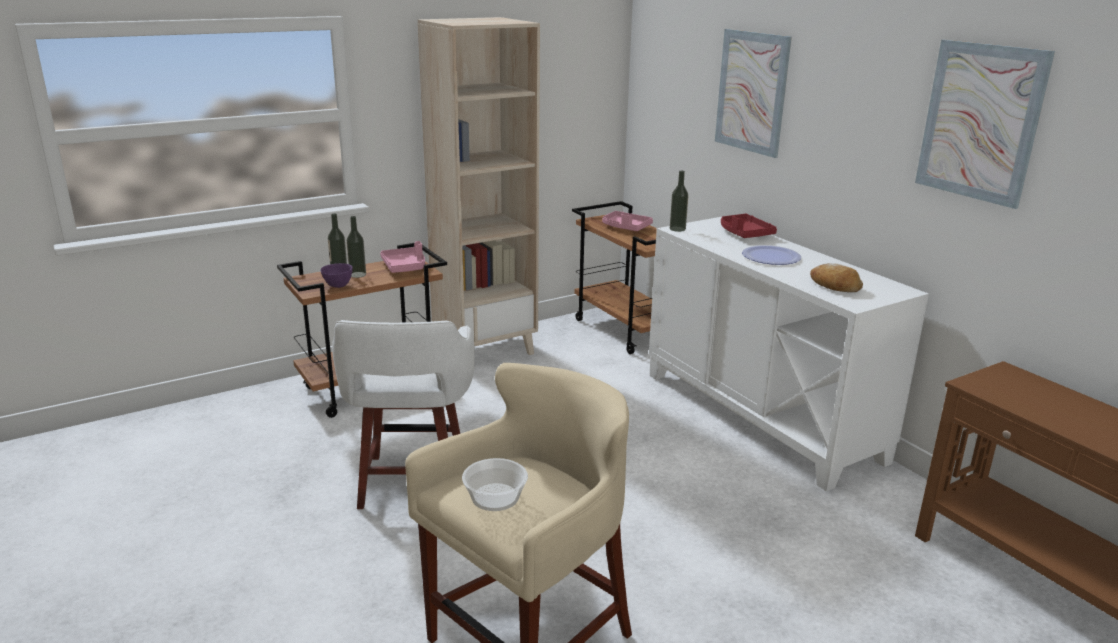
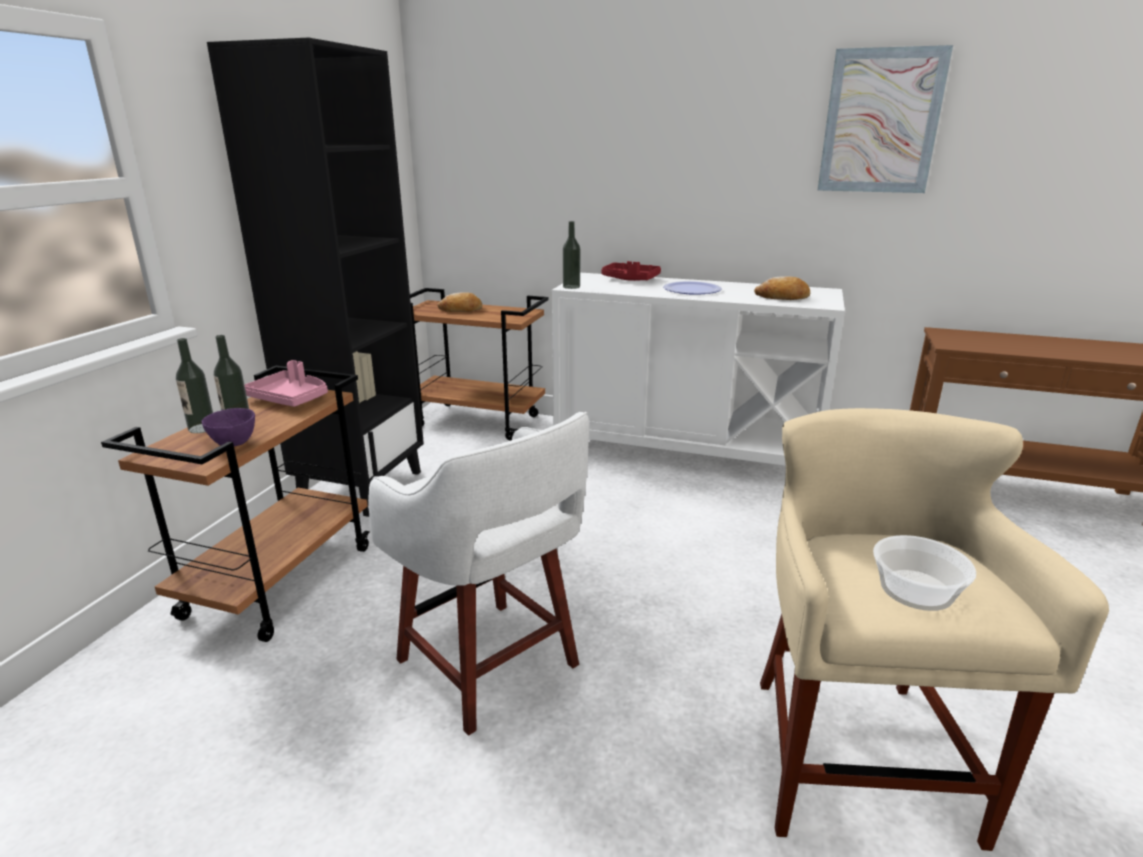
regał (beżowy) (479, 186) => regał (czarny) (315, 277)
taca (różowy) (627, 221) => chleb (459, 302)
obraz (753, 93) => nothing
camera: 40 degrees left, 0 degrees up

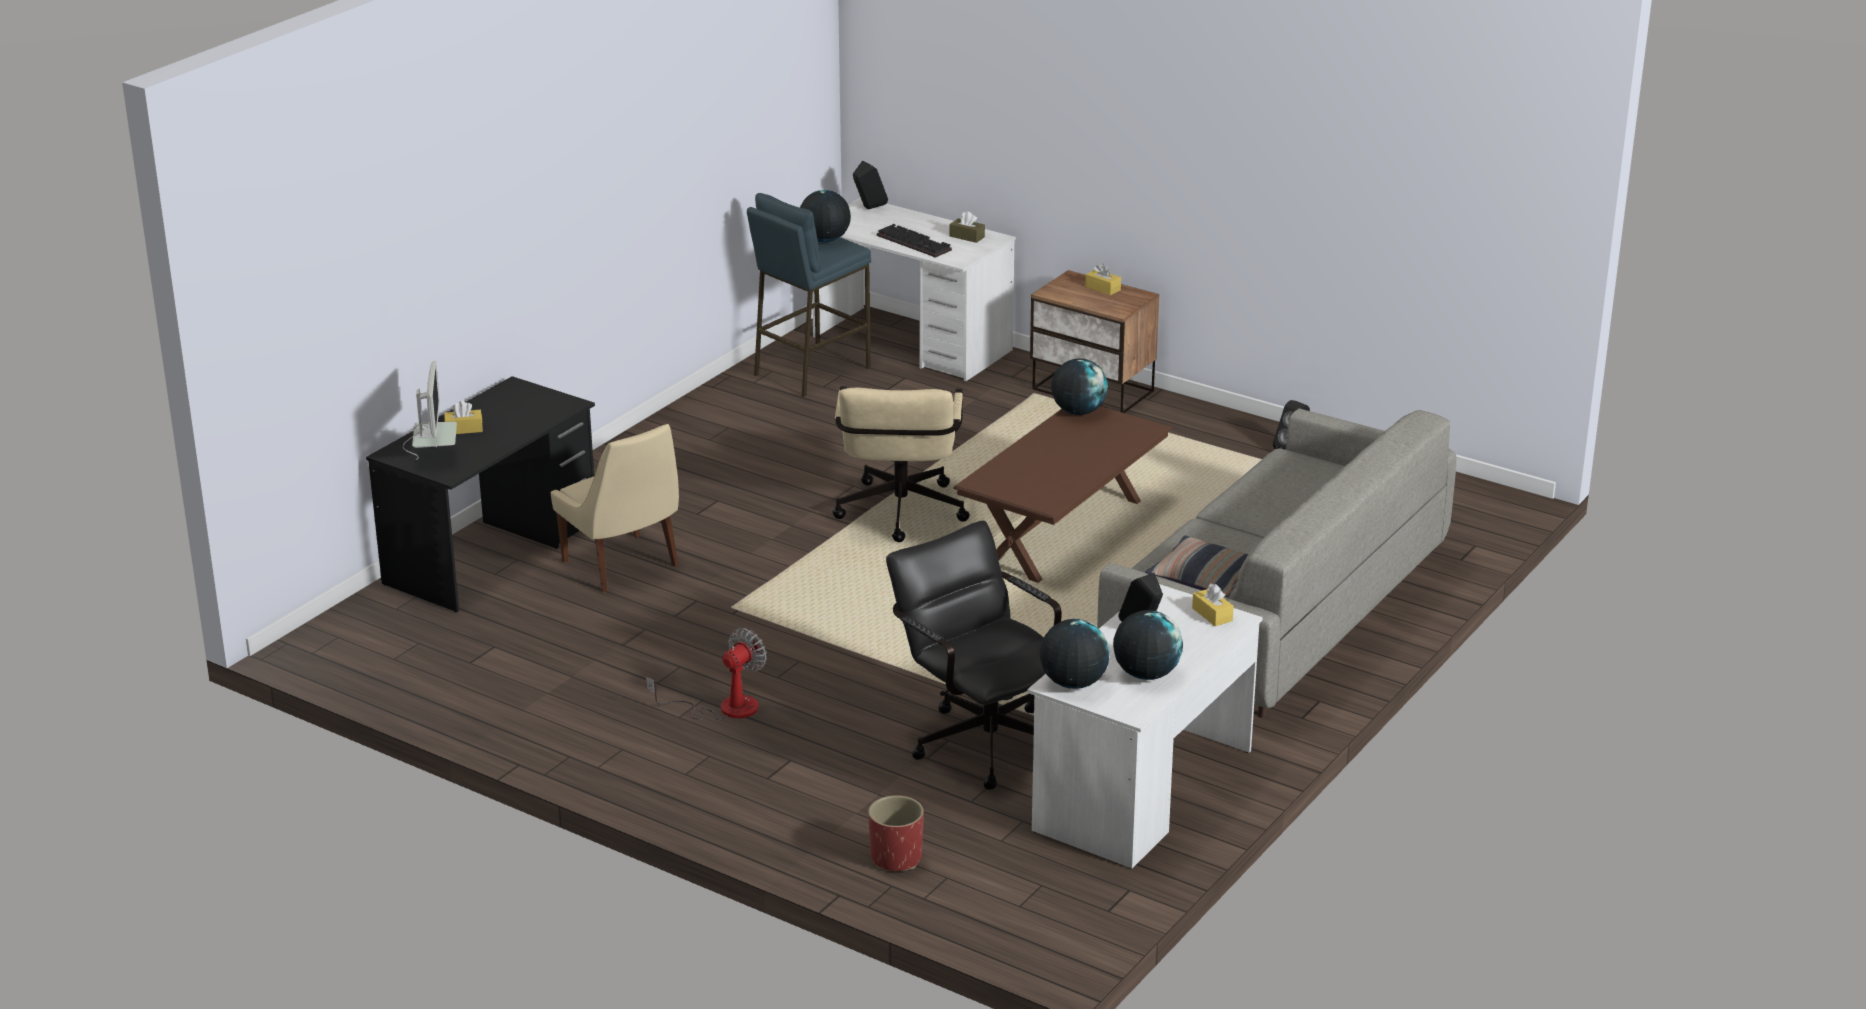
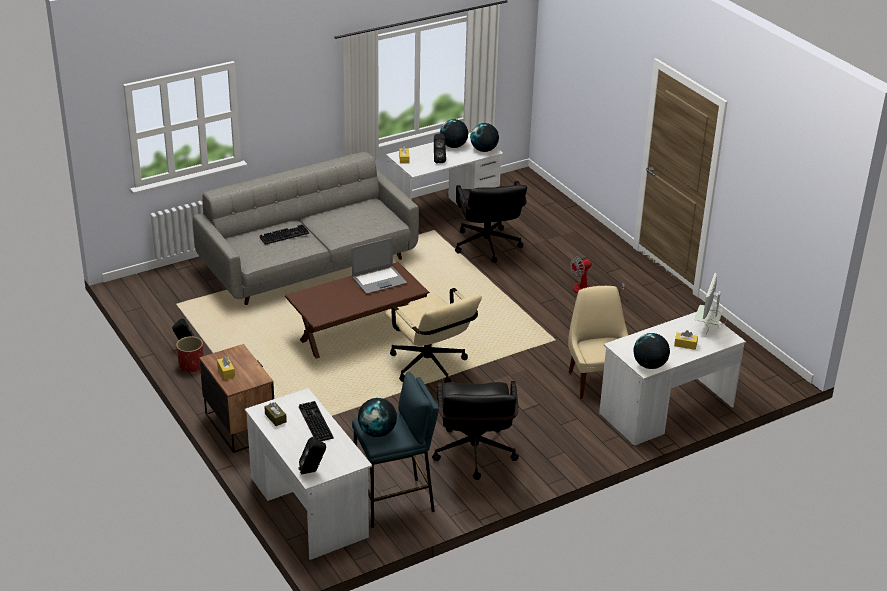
donica (czerwony) (896, 833) => donica (czerwony) (190, 354), move
nothing => klawiatura (284, 234)
nothing => laptop (379, 266)
krzesło biurowe (beżowy) (901, 464) => krzesło biurowe (beżowy) (434, 335), 120 degrees clockwise
nothing => krzesło biurowe (czarny) (475, 430)
biurko (czarny) (480, 494) => biurko (biały) (672, 379)
globus (1079, 386) => globus (651, 351), move
poduszka (1196, 566) => nothing
camera: 155 degrees left, 5 degrees up

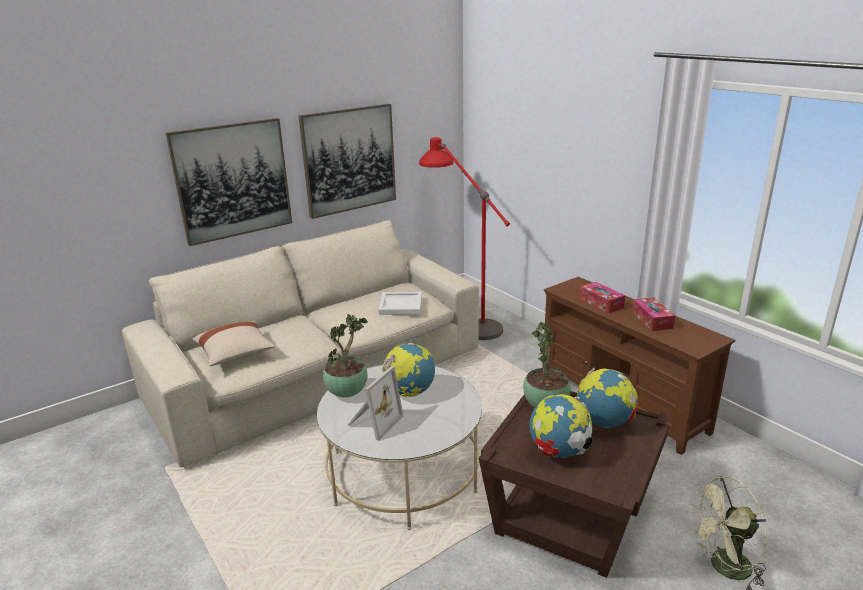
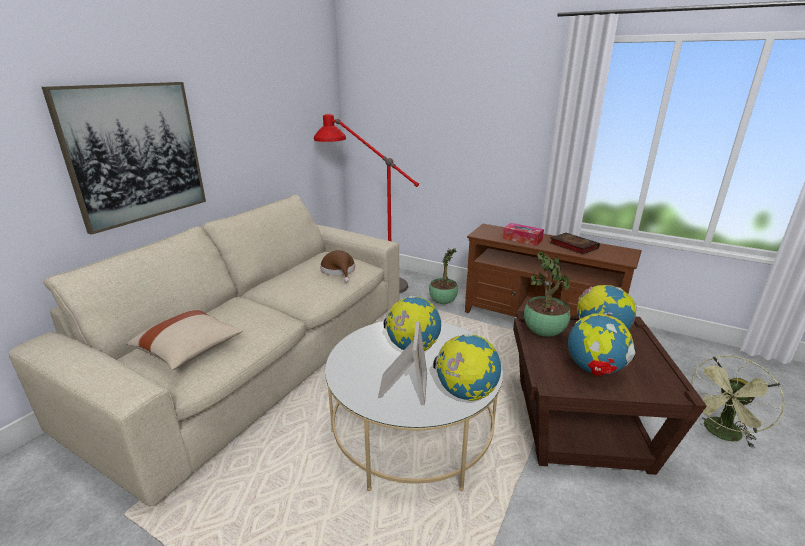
taca (biały) (400, 303) => kapelusz (brązowy) (337, 266)
roślina doniczkowa (345, 356) => roślina doniczkowa (443, 276), move
nothing => globus (467, 367)
pudełko chusteczek (653, 314) => książka (575, 244)
obraz (347, 161) => nothing
camera: 25 degrees left, 0 degrees up

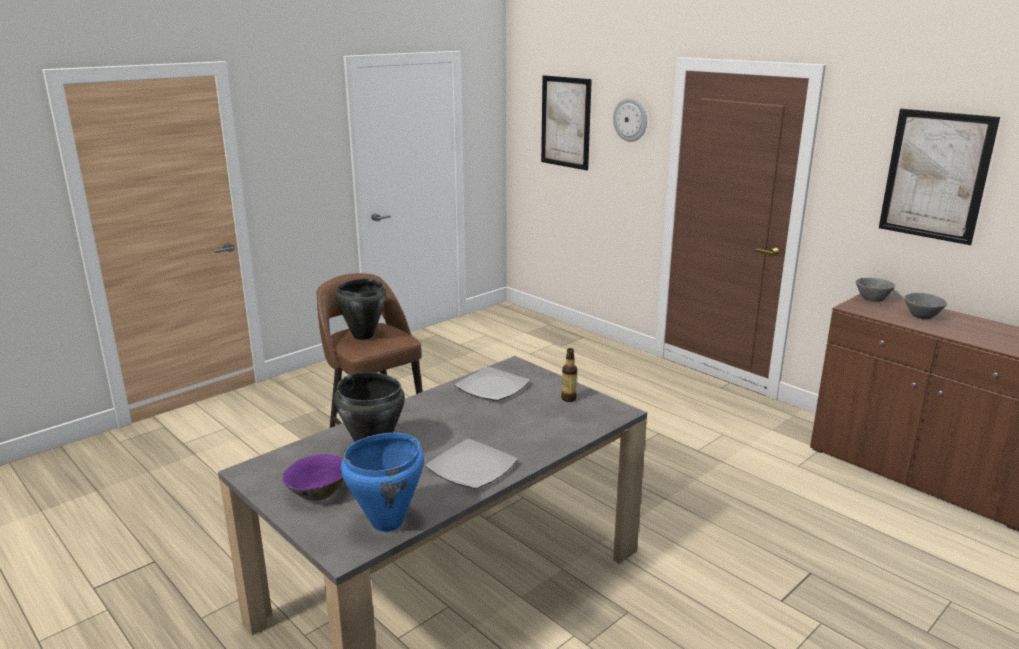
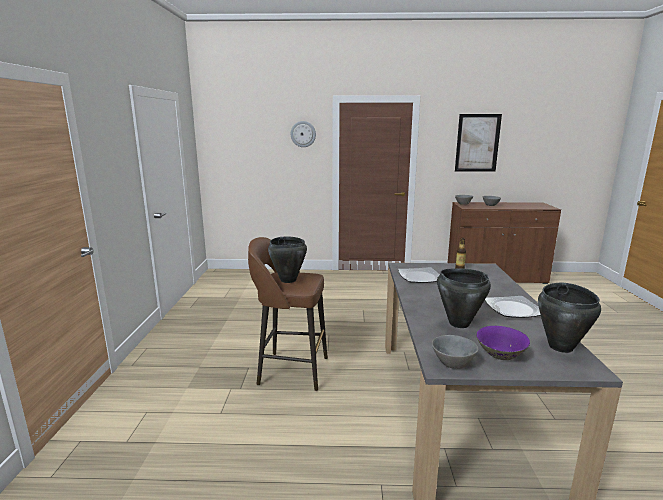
nothing => miska (szary) (455, 352)
garnek (niebieski) (382, 482) => garnek (czarny) (569, 318)
obraz (566, 122) => nothing
camera: 45 degrees left, 5 degrees down

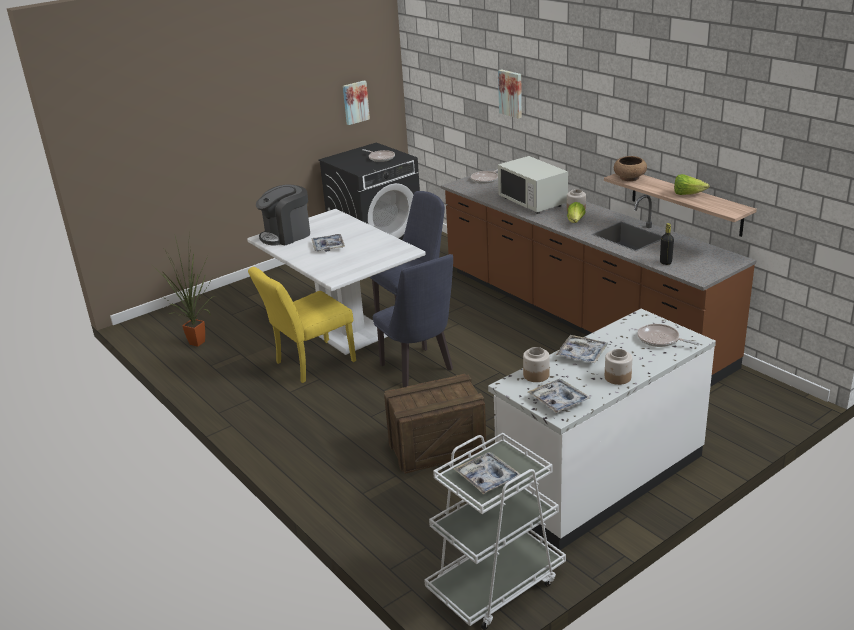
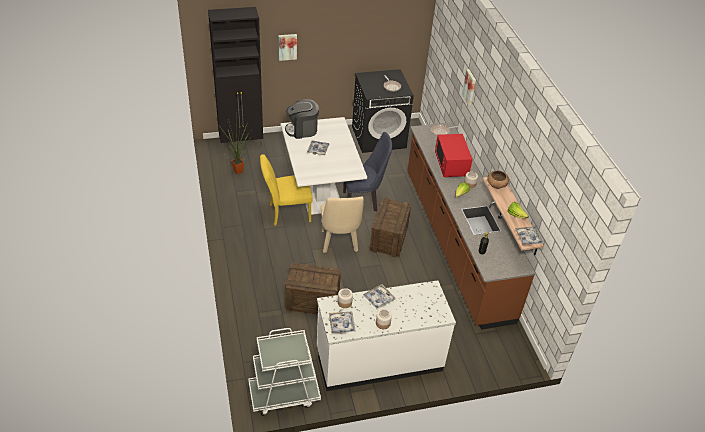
nothing => szafka (czarny) (235, 78)
obraz (356, 102) => obraz (287, 47), move
krzesło (niebieski) (413, 320) => krzesło (beżowy) (342, 224)
nothing => skrzynka (390, 228)
mikrofalówka (biały) (533, 185) => mikrofalówka (czerwony) (454, 156)
taca (487, 473) => taca (529, 236), move
patelnia (668, 335) => nothing
camera: 20 degrees right, 15 degrees up

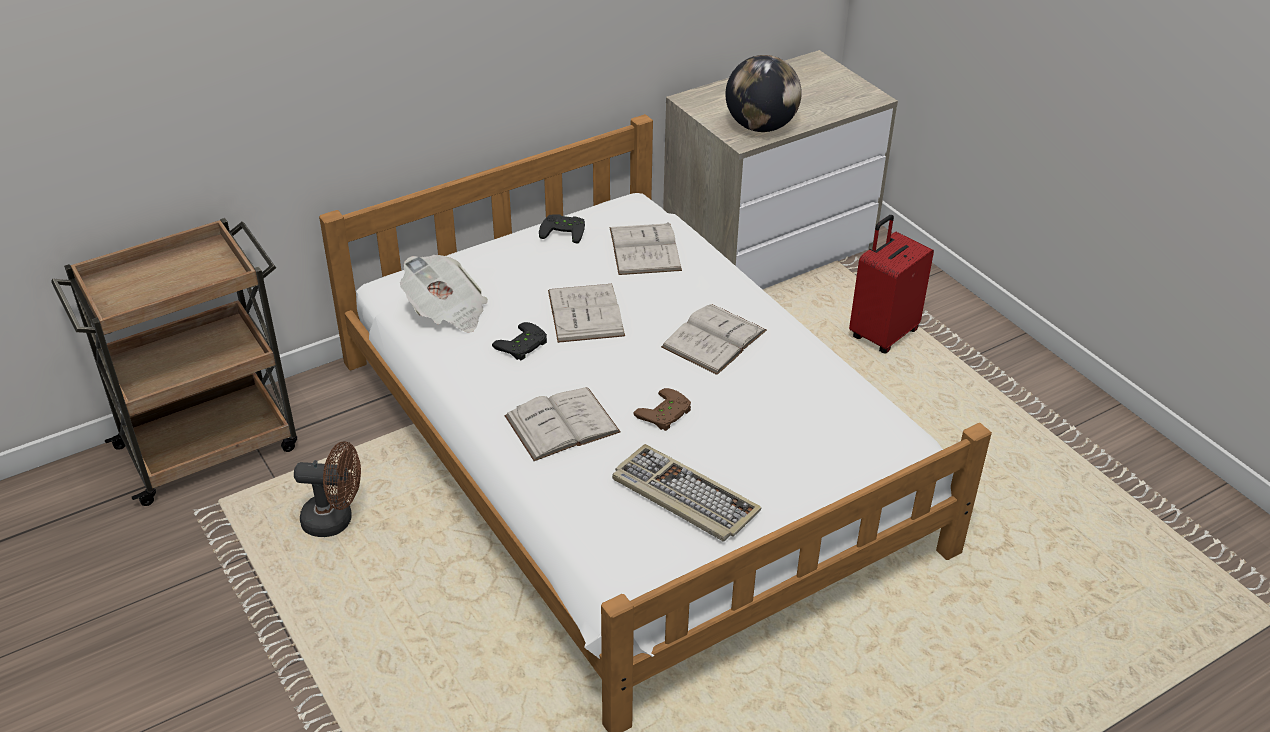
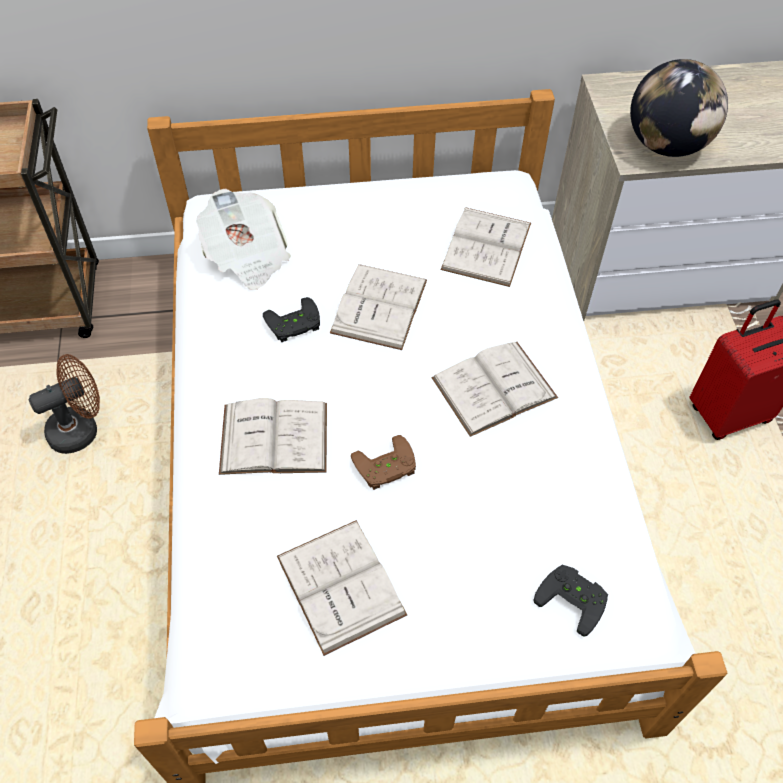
wentylator (brązowy) (327, 489) => wentylator (brązowy) (64, 404), 60 degrees counterclockwise
klawiatura (686, 493) => książka (biały) (342, 588)
pad do gier (czarny) (562, 229) => pad do gier (czarny) (571, 601), move
camera: 25 degrees right, 15 degrees up

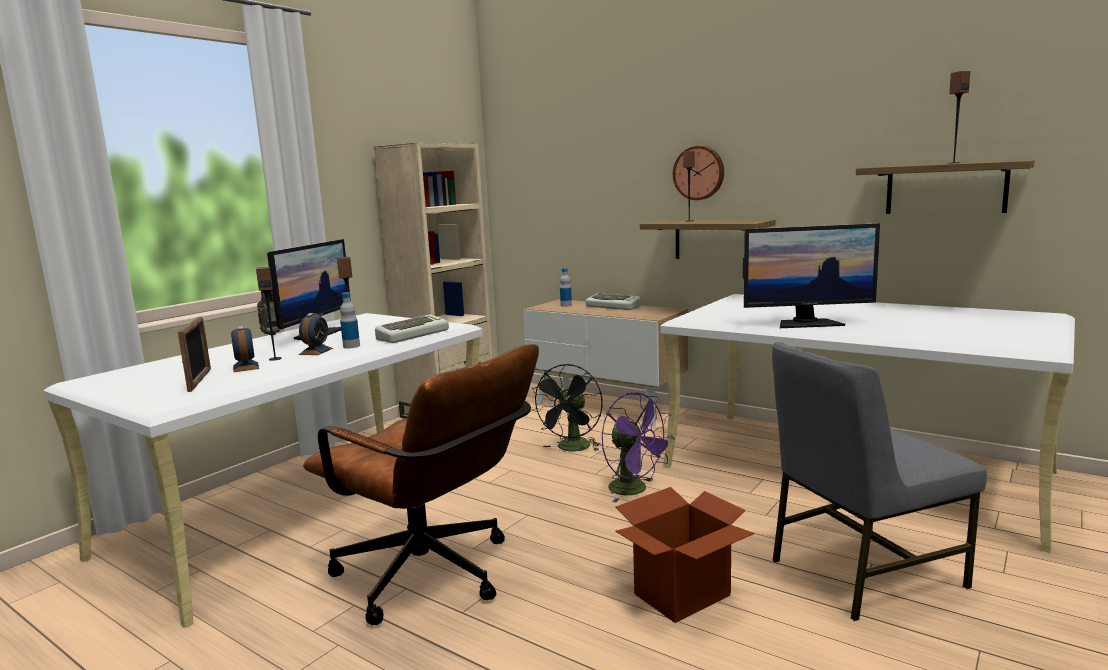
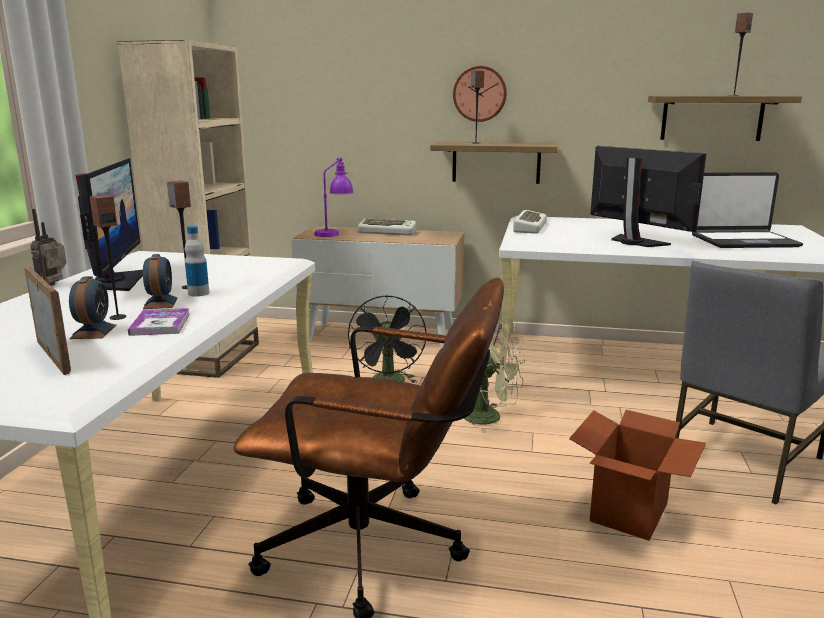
budzik (245, 349) => budzik (92, 307), 45 degrees clockwise
nothing => książka (159, 322)
butelka (566, 287) => lampa stołowa (fioletowy) (334, 197)
wentylator (fioletowy) (638, 447) => wentylator (zielony) (494, 377)
klawiatura (412, 328) => klawiatura (530, 222), move
monitor (811, 275) => monitor (648, 196), 105 degrees counterclockwise
nothing => laptop (747, 210)
camera: 25 degrees left, 5 degrees up

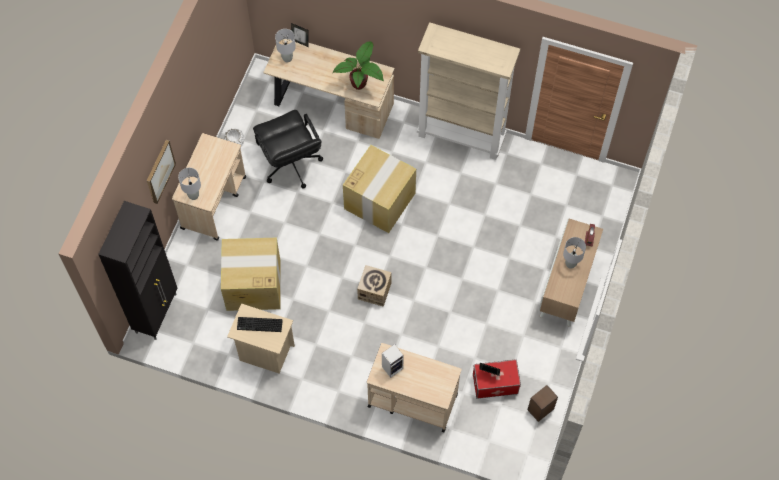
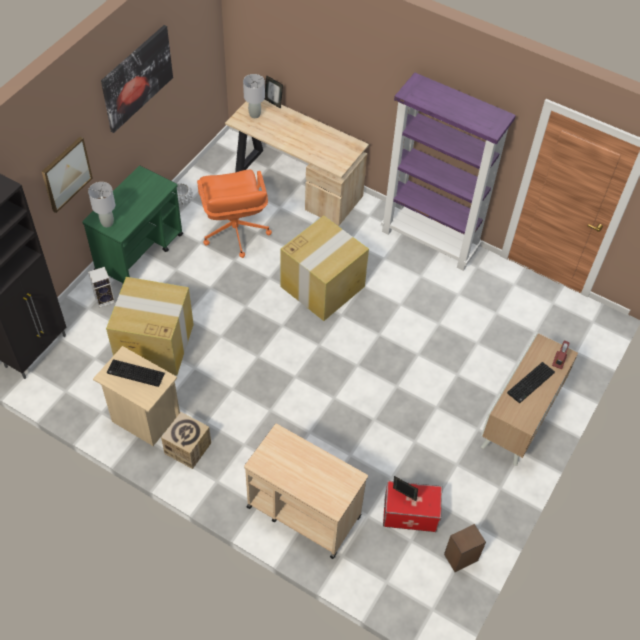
wózek (beżowy) (209, 187) => wózek (zielony) (132, 224)
głośnik (393, 361) => głośnik (101, 287), move
nothing => obraz (137, 79)
karton (374, 286) => karton (186, 440), move
krzesło biurowe (czarny) (288, 149) => krzesło biurowe (pomarańczowy) (234, 214)
regał (beżowy) (468, 91) => regał (fioletowy) (448, 172)
lampa stołowa (szary) (574, 253) => klawiatura (531, 382)
roślina doniczkowa (358, 66) => nothing
camera: 10 degrees right, 10 degrees down

